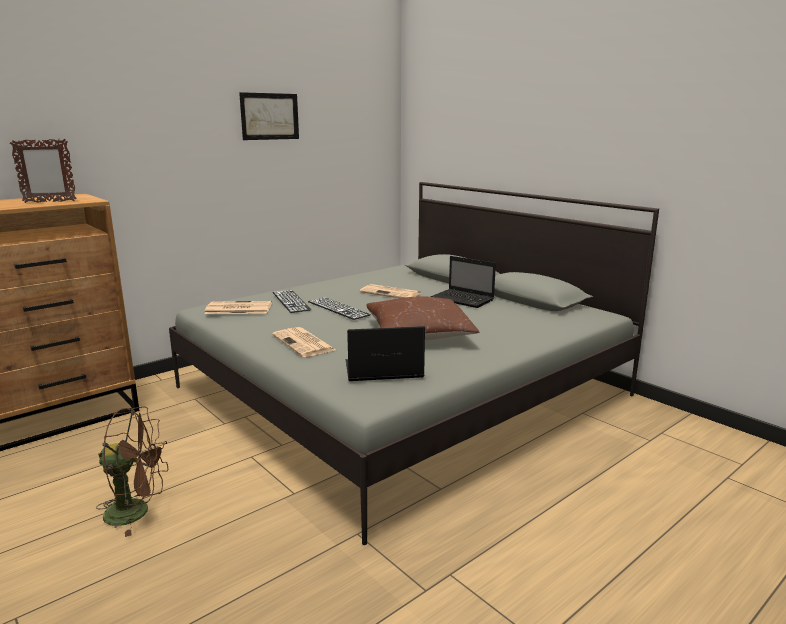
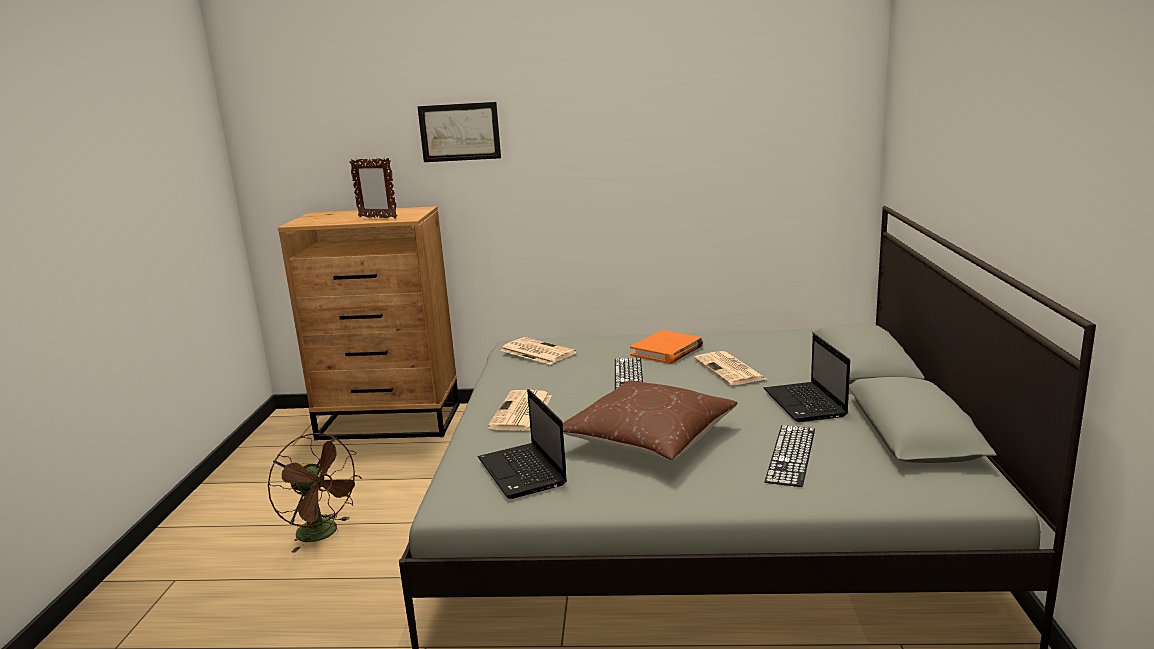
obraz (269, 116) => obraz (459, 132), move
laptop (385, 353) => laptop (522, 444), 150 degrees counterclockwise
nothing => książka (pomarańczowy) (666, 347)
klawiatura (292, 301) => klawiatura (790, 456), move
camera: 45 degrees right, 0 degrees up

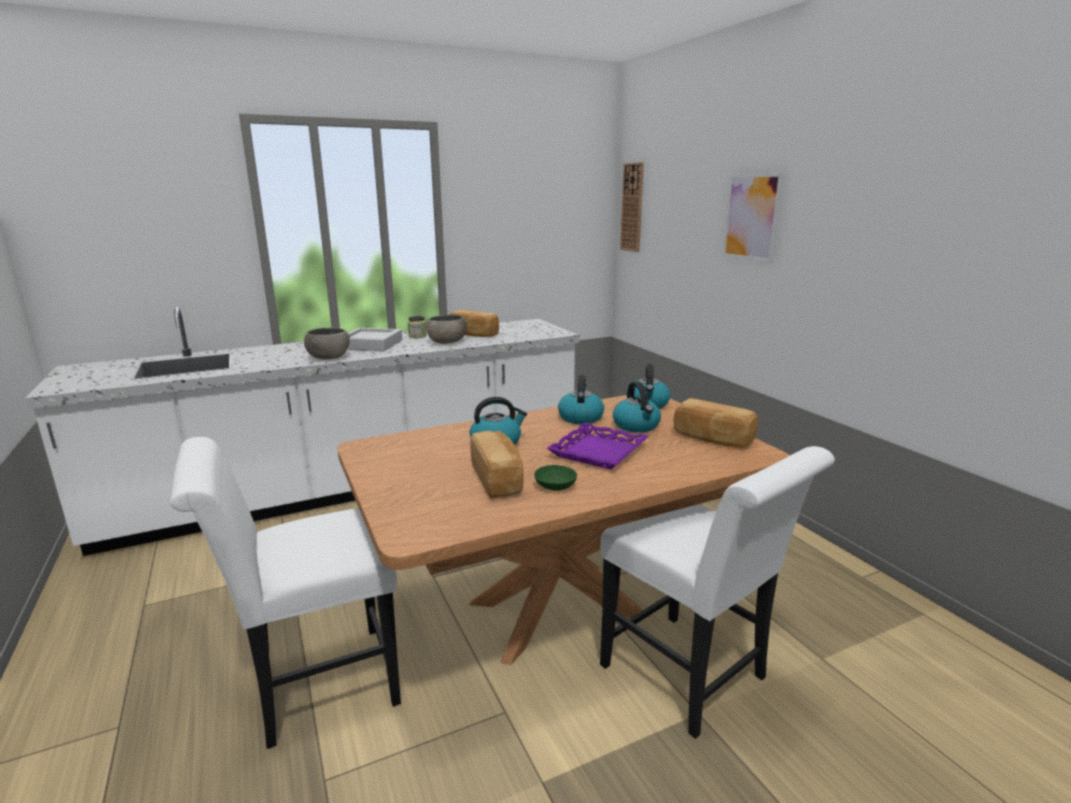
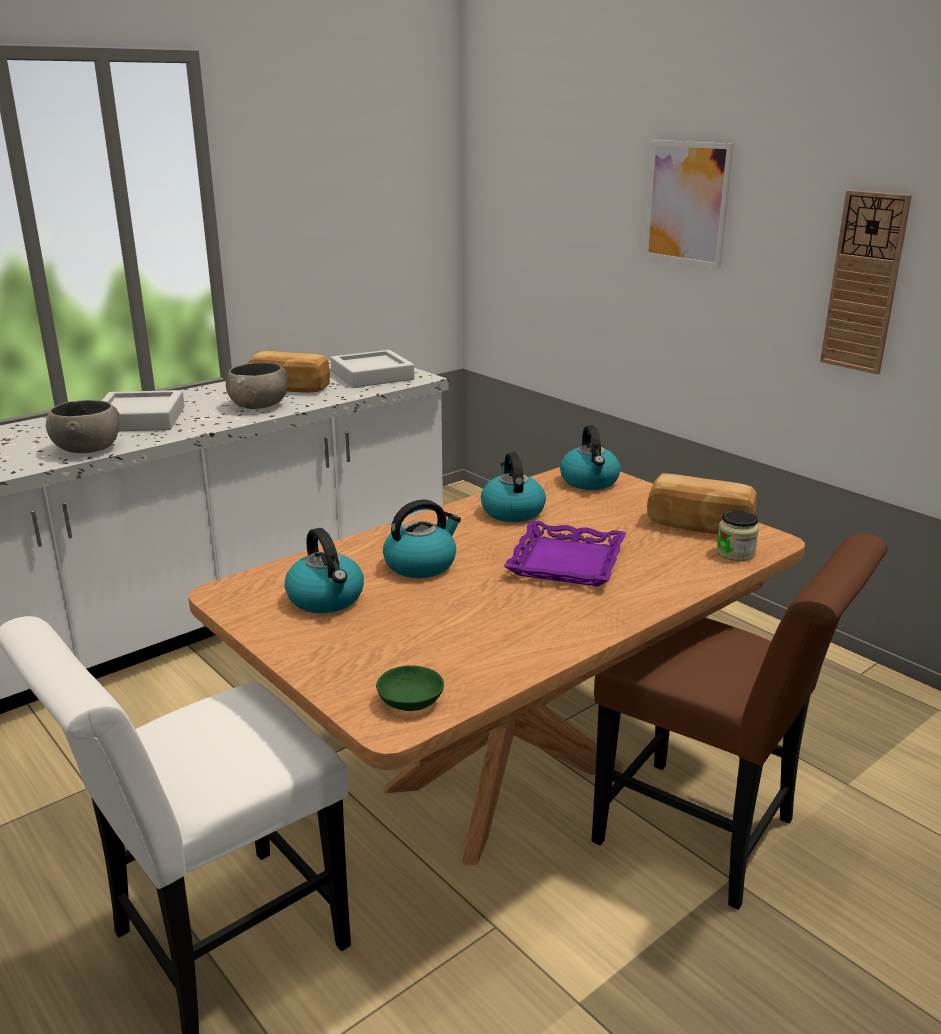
czajnik (637, 407) => czajnik (324, 570), move
nothing => taca (szary) (372, 369)
miska (zielony) (555, 478) => miska (zielony) (410, 688), move
krzesło (biały) (717, 592) => krzesło (brązowy) (739, 721)
słoik (417, 327) => słoik (737, 535), move
zegar ścienny (632, 207) => zegar ścienny (866, 282), move
chleb (497, 464) => nothing
camera: 15 degrees left, 5 degrees up

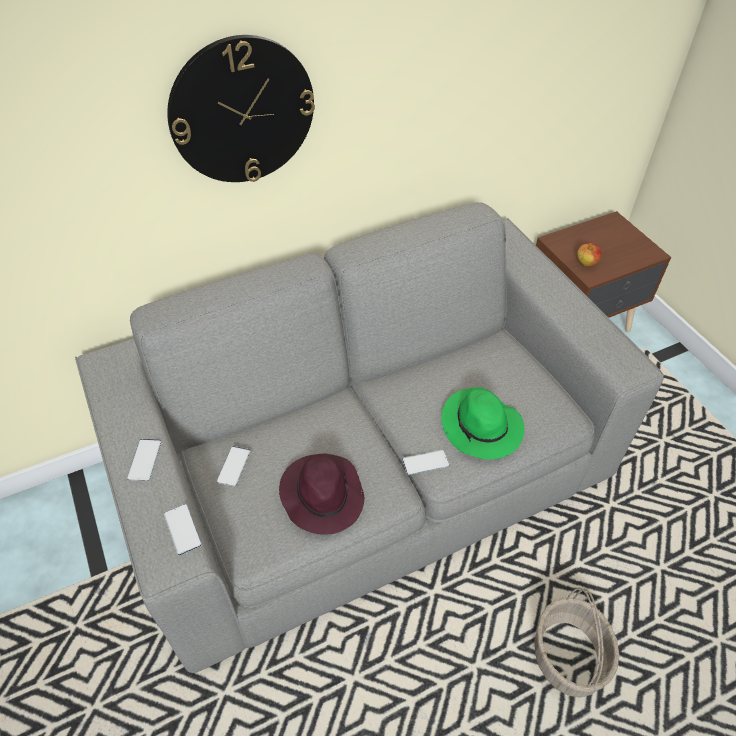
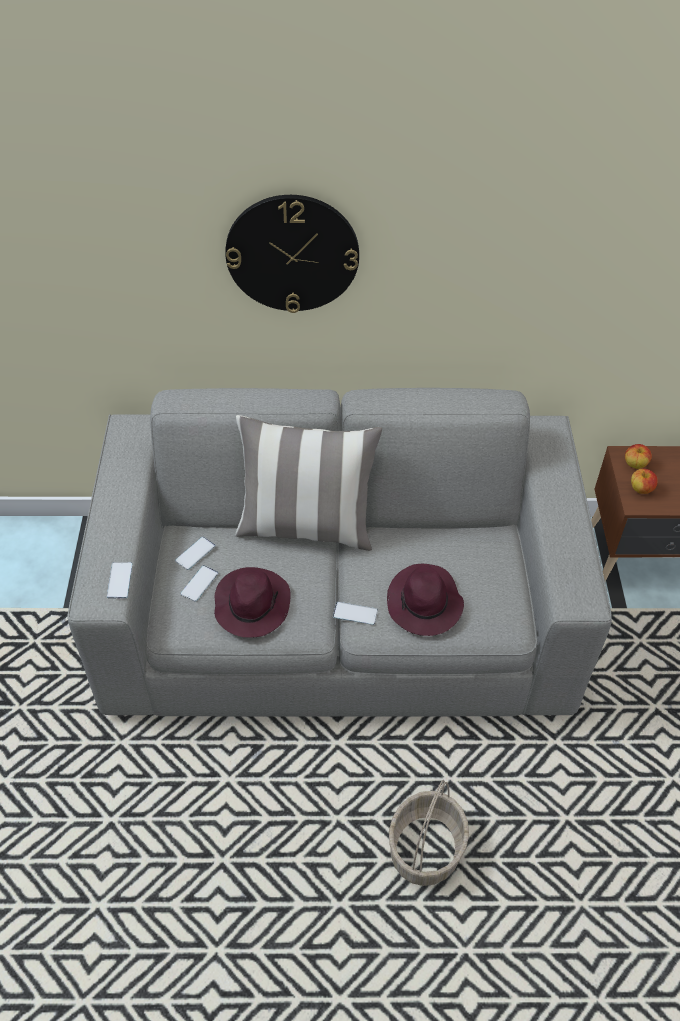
telefon (144, 460) => telefon (199, 583), move
nothing => poduszka (308, 483)
kapelusz (zielony) (482, 423) => kapelusz (fioletowy) (425, 600)
nothing => jabłko (638, 456)
camera: 25 degrees right, 0 degrees up

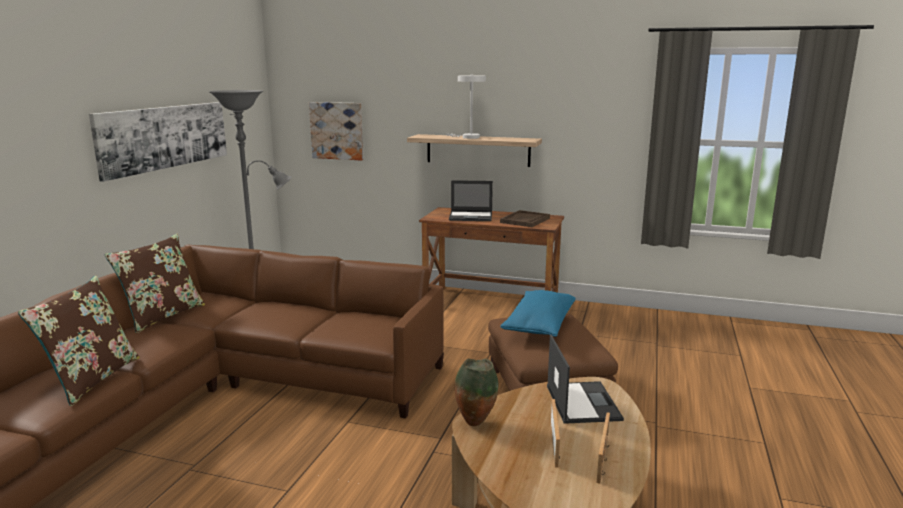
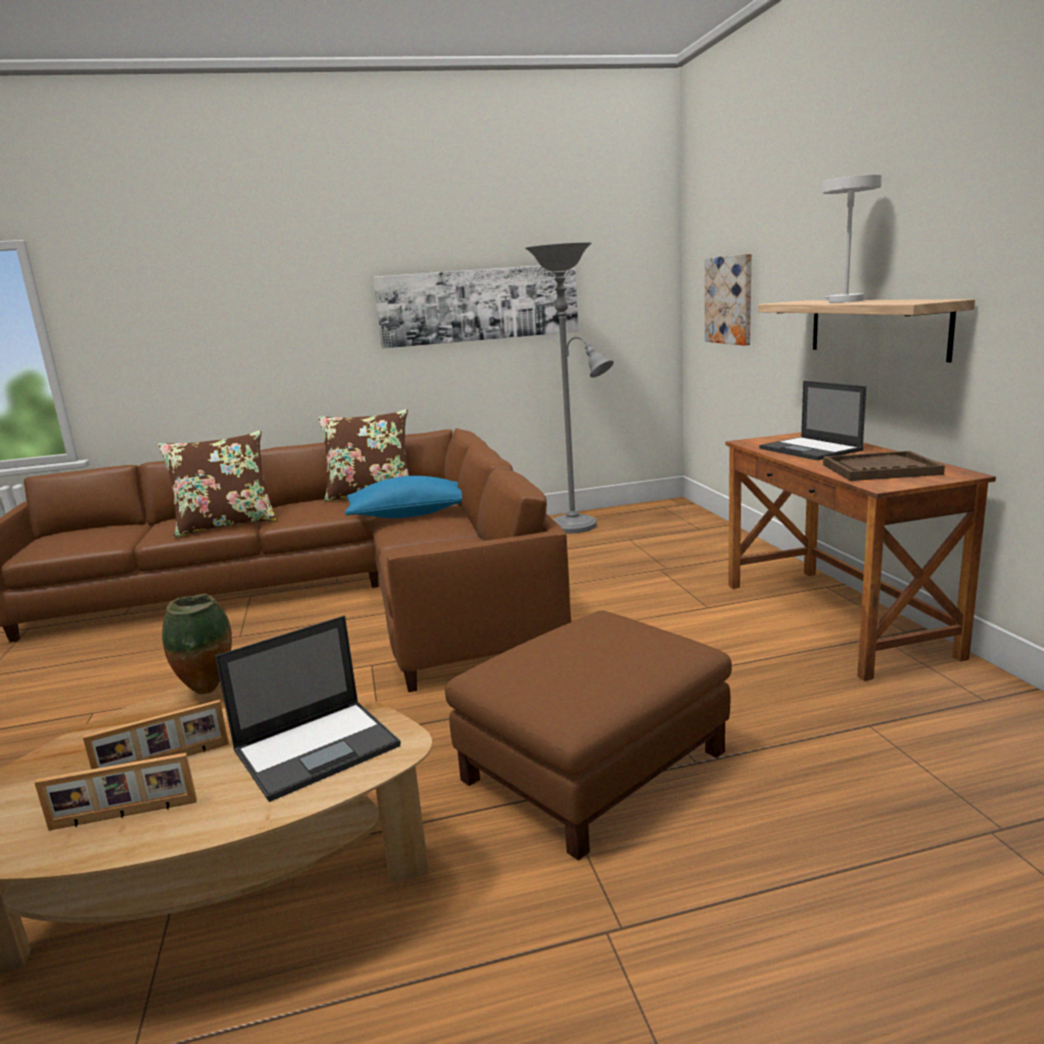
poduszka (niebieski) (537, 313) => poduszka (niebieski) (403, 497), move
camera: 60 degrees right, 0 degrees up

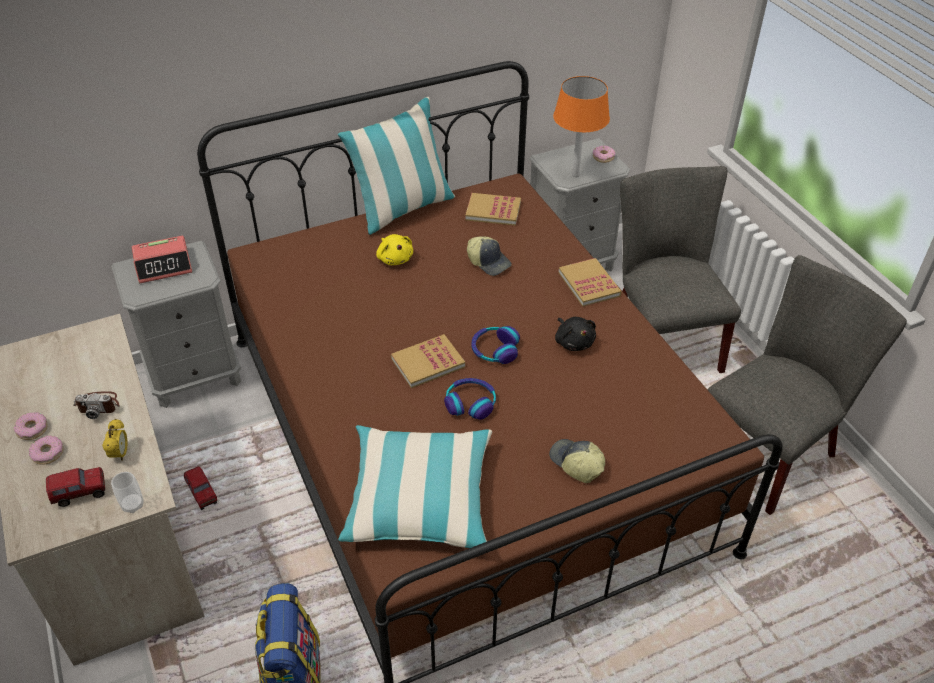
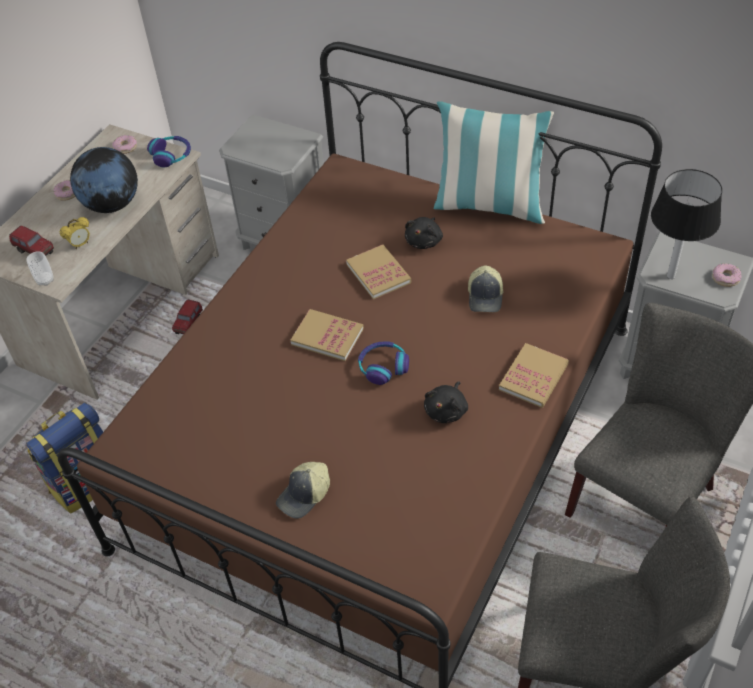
aparat fotograficzny (97, 405) => globus (104, 180)
donut (46, 449) => donut (124, 144), move
słuchawki (470, 399) => słuchawki (169, 151), move
czapka z daszkiem (577, 461) => czapka z daszkiem (303, 490), 150 degrees counterclockwise
książka (493, 209) => książka (378, 272), move
pluszak (żółty) (394, 249) => pluszak (czarny) (424, 233)
lampa stołowa (pomarańczowy) (581, 126) => lampa stołowa (czarny) (686, 224)
budzik (162, 259) => nothing
poduszka (415, 486) => nothing
camera: 55 degrees right, 5 degrees up

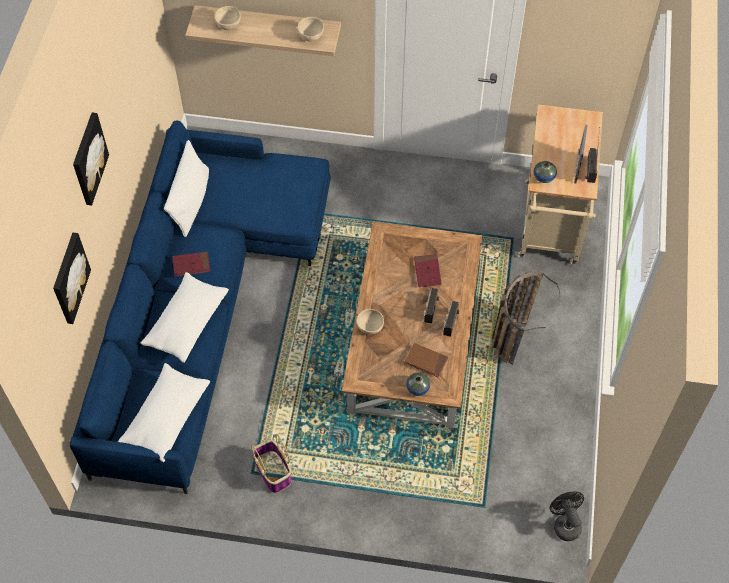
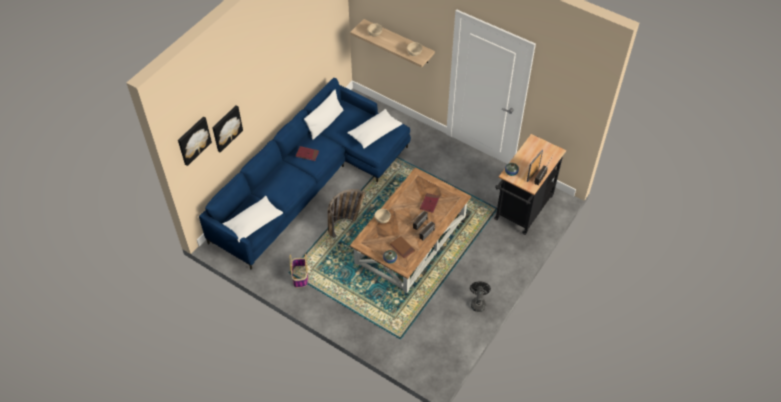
obraz (91, 159) => obraz (195, 141), move
koszyk (525, 317) => koszyk (347, 213), move
poduszka (biały) (185, 317) => poduszka (biały) (374, 128), move
wentylator (czarny) (567, 516) => wentylator (czarny) (480, 296), move
wózek (beżowy) (560, 184) => wózek (czarny) (530, 184)
camera: 25 degrees right, 5 degrees down

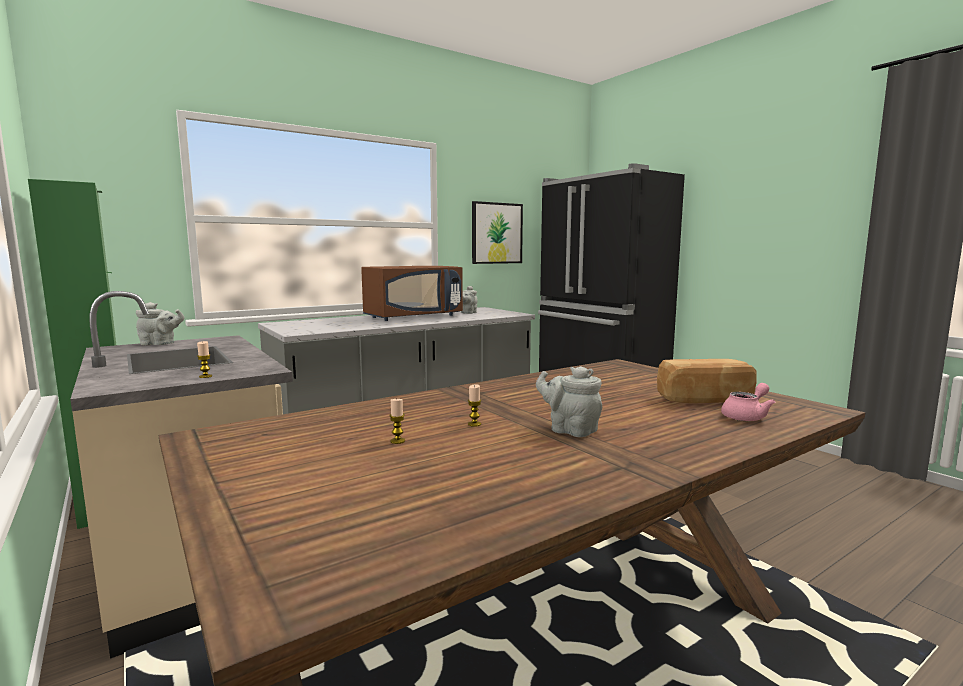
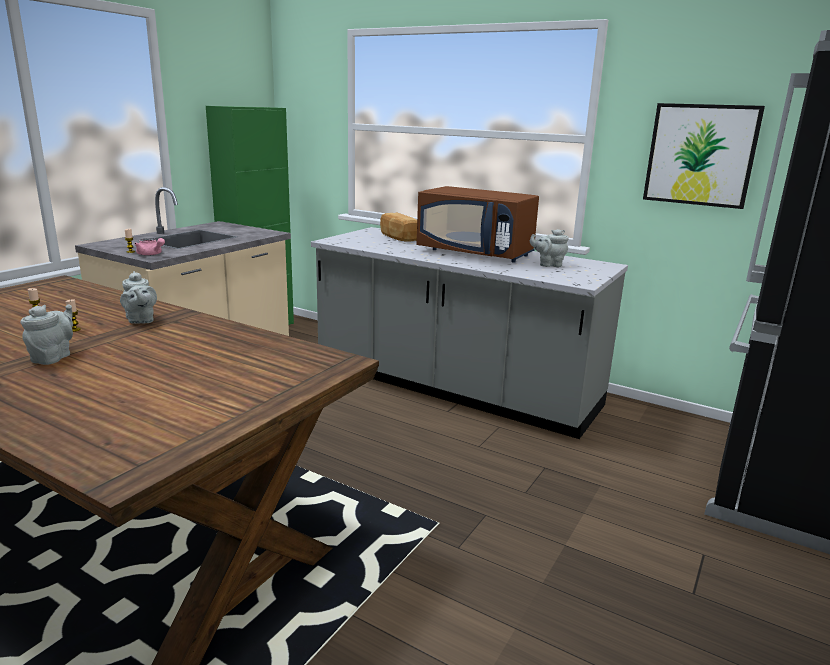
imbryk (szary) (160, 323) => imbryk (szary) (138, 297), move
imbryk (różowy) (748, 402) => imbryk (różowy) (149, 247), move
chleb (706, 381) => chleb (398, 227), move
camera: 65 degrees right, 10 degrees up

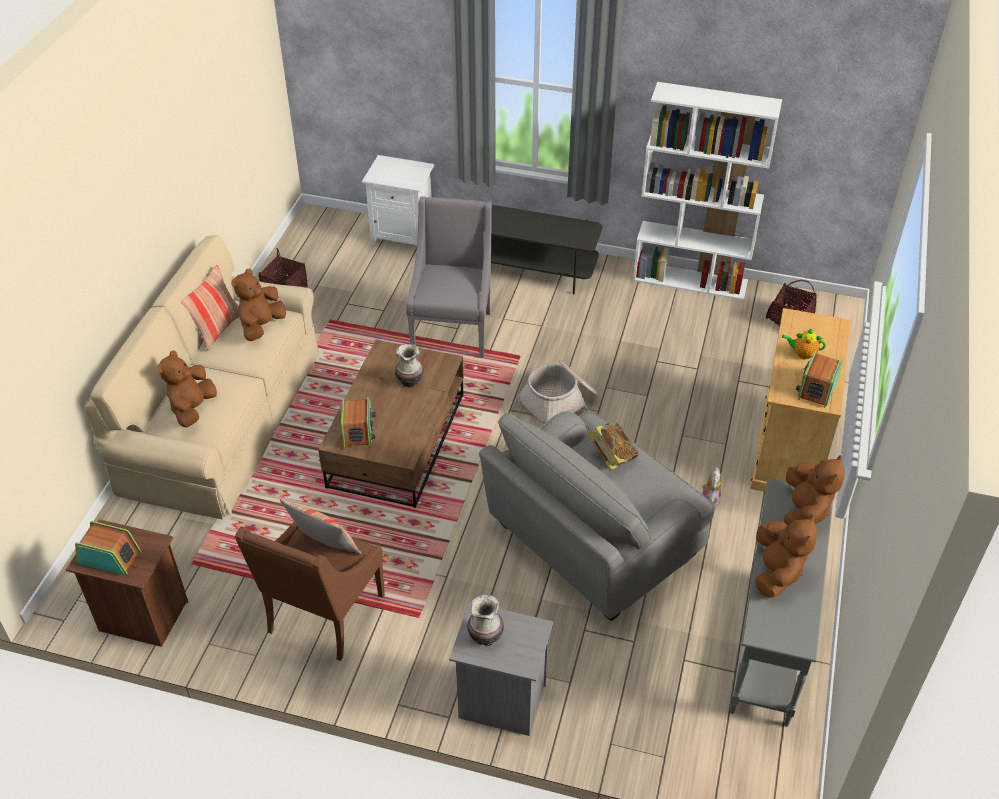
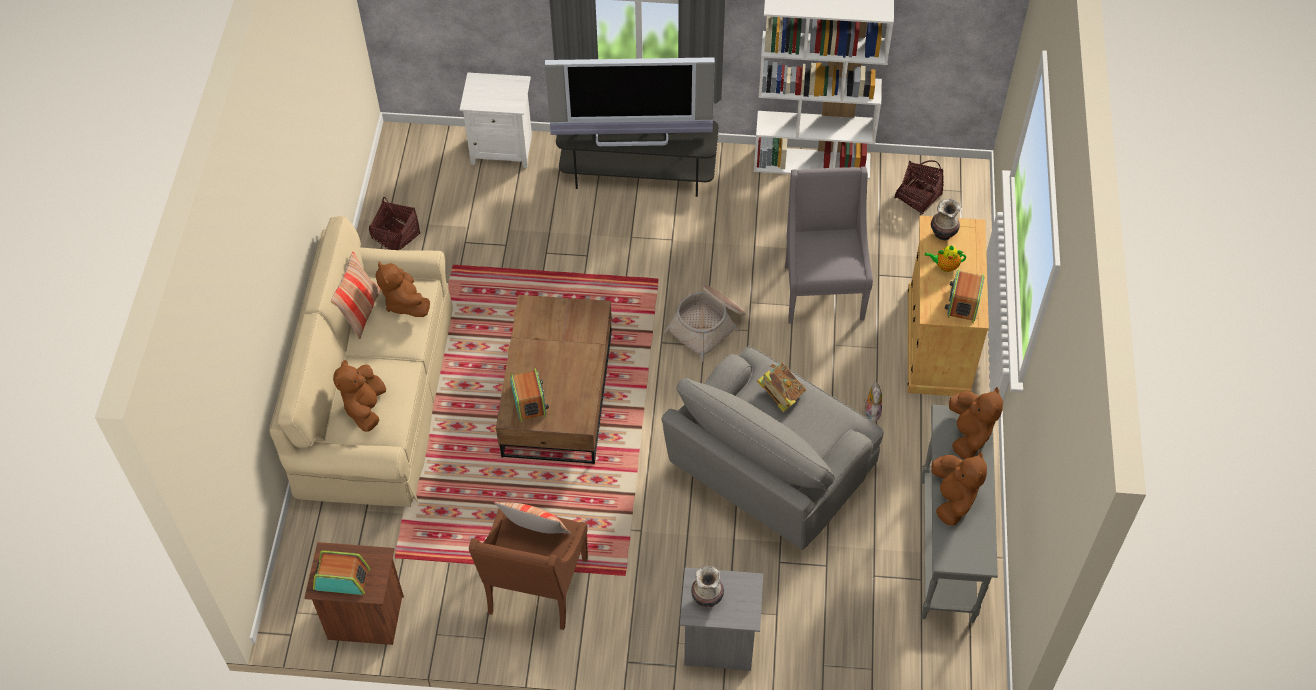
pluszak (brązowy) (258, 304) => pluszak (brązowy) (402, 289), 45 degrees counterclockwise
nothing => telewizor (630, 101)
fotel (szary) (449, 277) => fotel (szary) (829, 245), move
wazon (409, 366) => wazon (946, 220), move
camera: 10 degrees left, 10 degrees up

